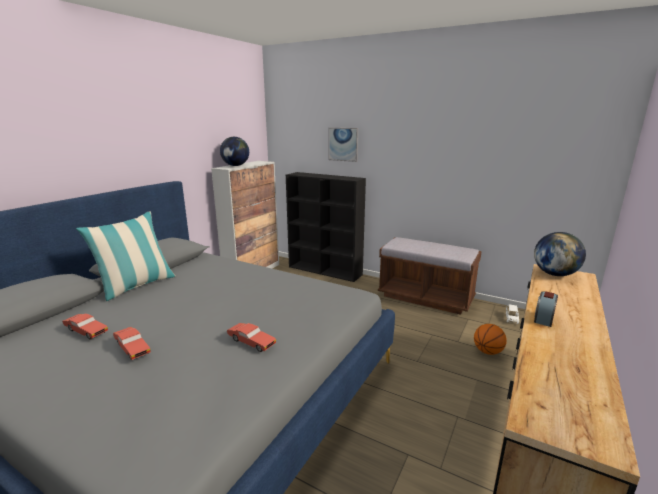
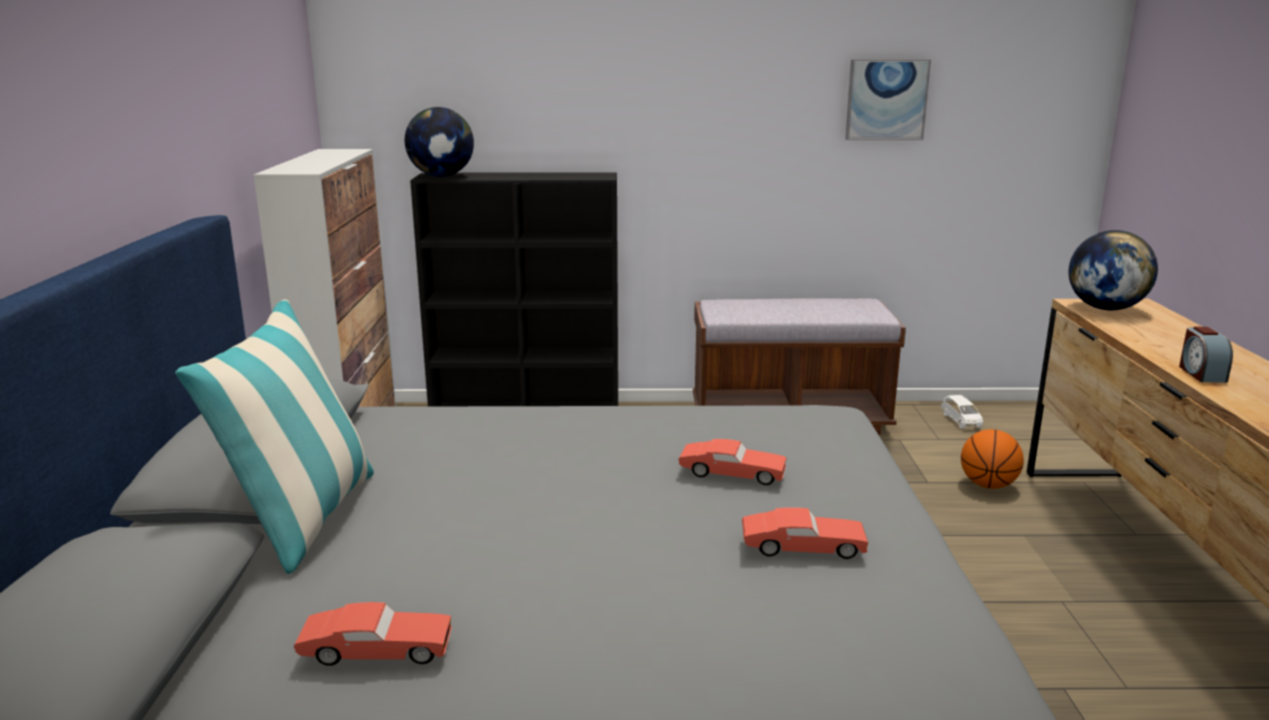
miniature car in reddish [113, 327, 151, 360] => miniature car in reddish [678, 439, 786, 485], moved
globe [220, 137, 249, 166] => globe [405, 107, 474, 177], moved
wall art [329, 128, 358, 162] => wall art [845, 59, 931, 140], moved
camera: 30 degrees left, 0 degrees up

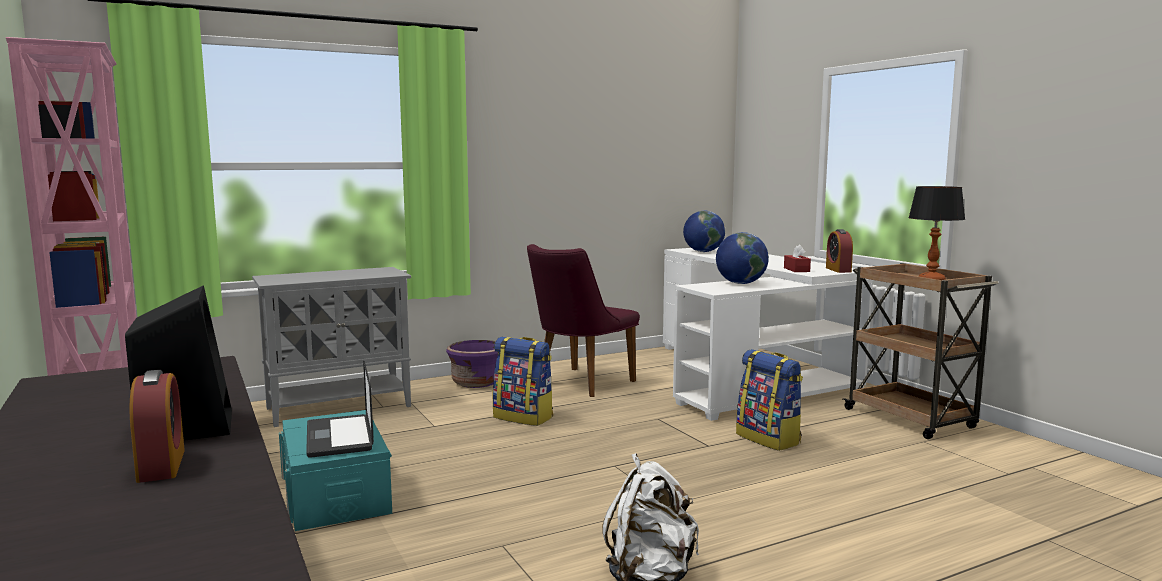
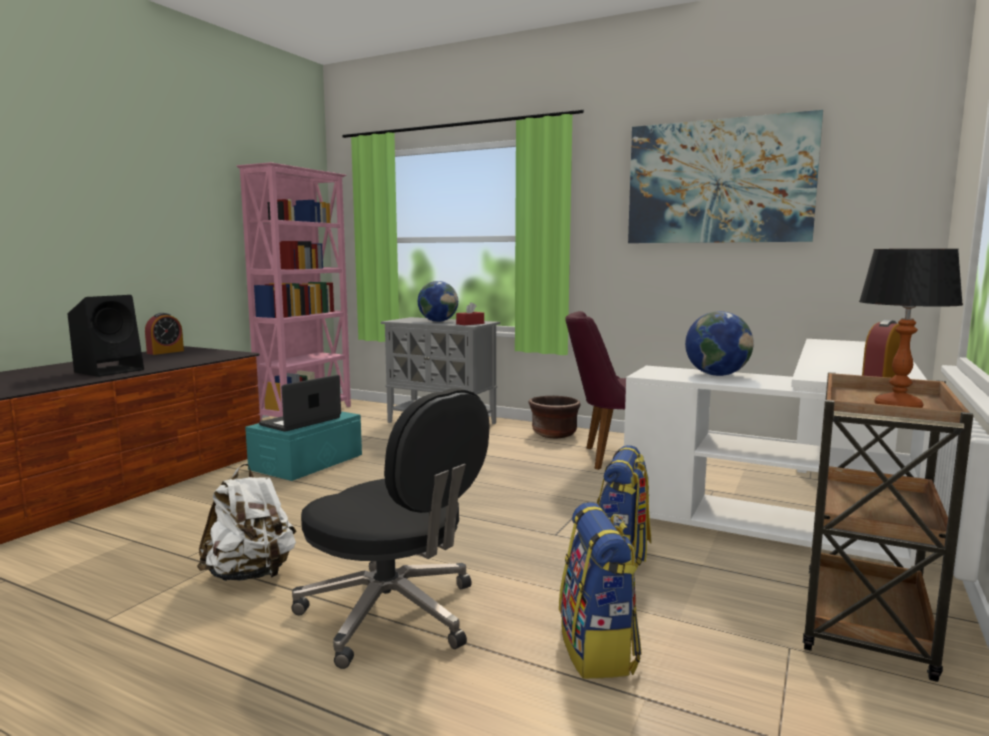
bedside clock [129, 370, 185, 483] => bedside clock [145, 313, 184, 355], moved
plant pot in purple [446, 340, 498, 388] => plant pot in brown [528, 396, 581, 438]
backpack [493, 337, 553, 426] => backpack [559, 502, 642, 679], moved
globe [683, 211, 725, 252] => globe [418, 281, 458, 322], moved
box of tissues in reddish [784, 244, 811, 272] => box of tissues in reddish [456, 302, 484, 325], moved
nothing => office chair in blackish [291, 388, 490, 669]
nothing => wall art [628, 110, 823, 243]
camera: 55 degrees right, 0 degrees up

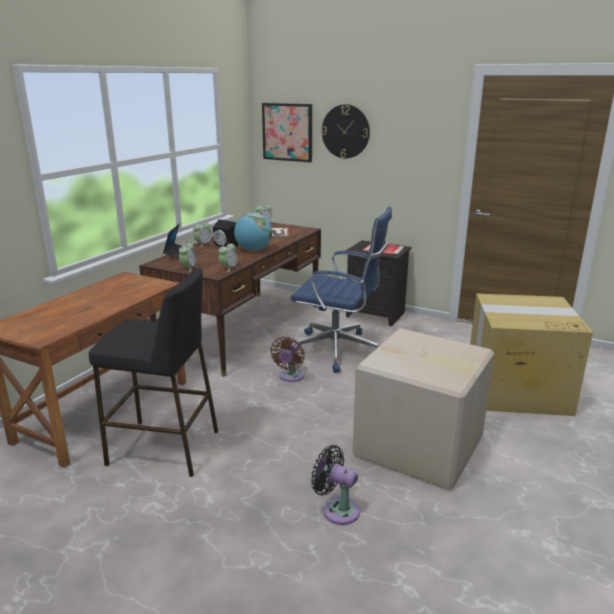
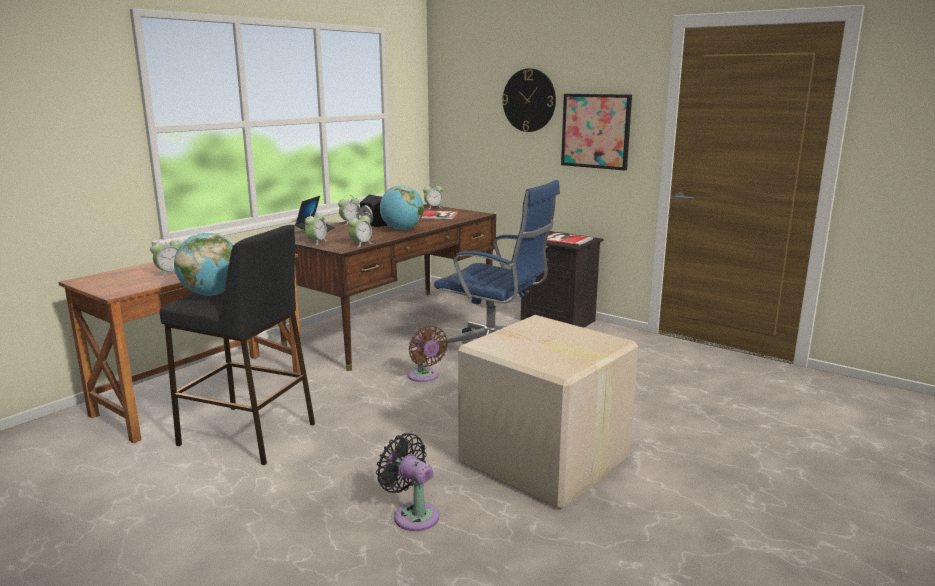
wall art [262, 103, 312, 162] => wall art [561, 94, 632, 170], moved
cooling fan in brown [271, 337, 305, 382] => cooling fan in brown [408, 326, 448, 382], 60 degrees counterclockwise
cardboard box [470, 294, 593, 416] => nothing
nothing => bedside clock [150, 236, 182, 278]
nothing => globe [174, 233, 233, 296]
camera: 10 degrees right, 5 degrees down

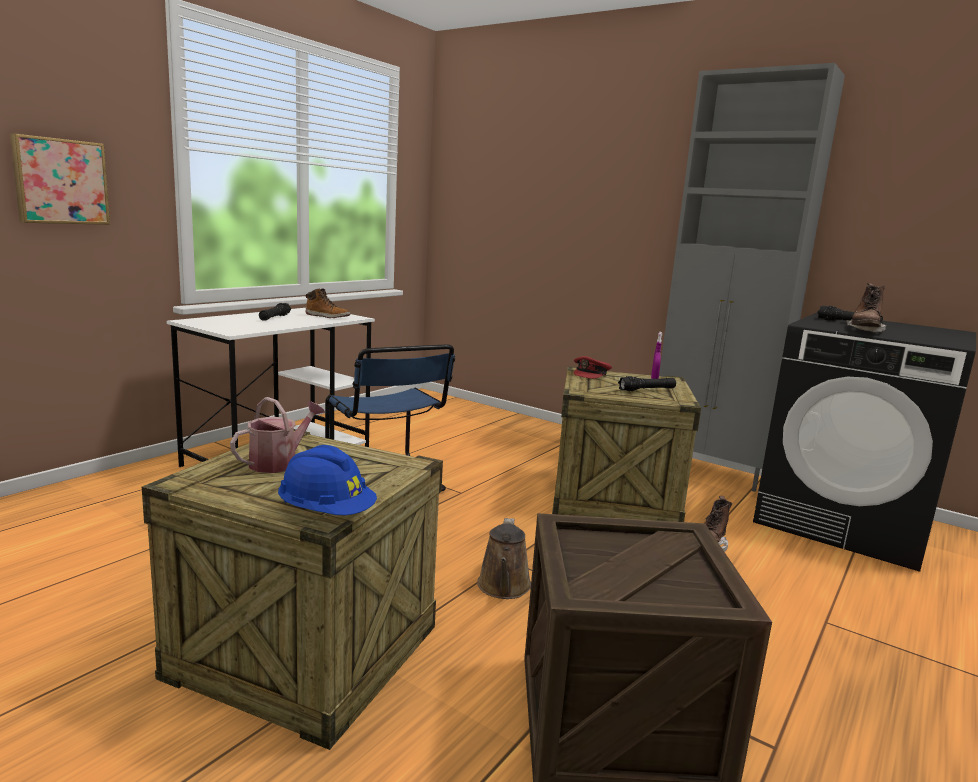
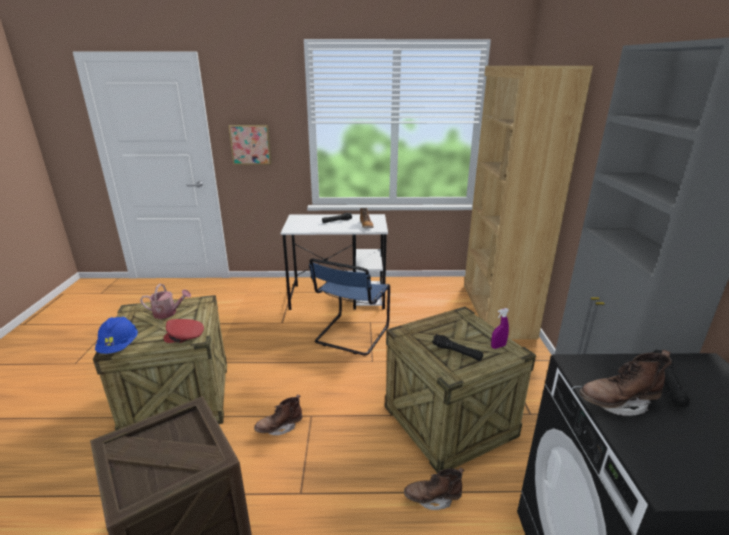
watering can in brown [477, 518, 531, 599] => boot in brown [254, 395, 302, 436]
baseball cap in reddish [573, 356, 612, 379] => baseball cap in reddish [163, 319, 204, 343], moved
nothing => bookshelf in brown [464, 66, 593, 339]
camera: 55 degrees right, 10 degrees up

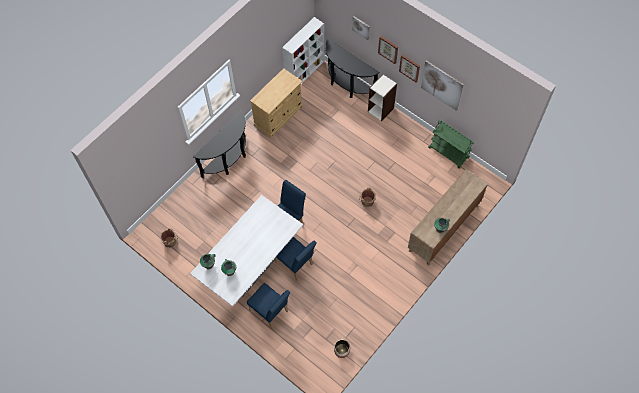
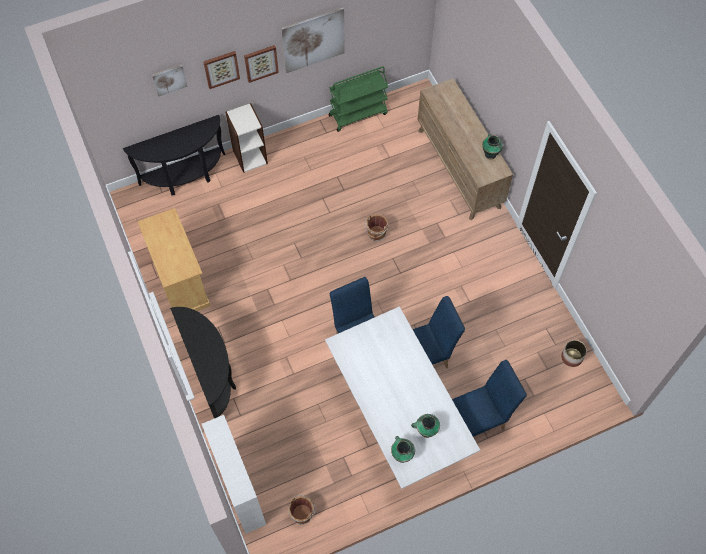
bookshelf in white-coloured [282, 17, 324, 84] => bookshelf in white-coloured [202, 415, 266, 534], moved
camera: 65 degrees left, 0 degrees up

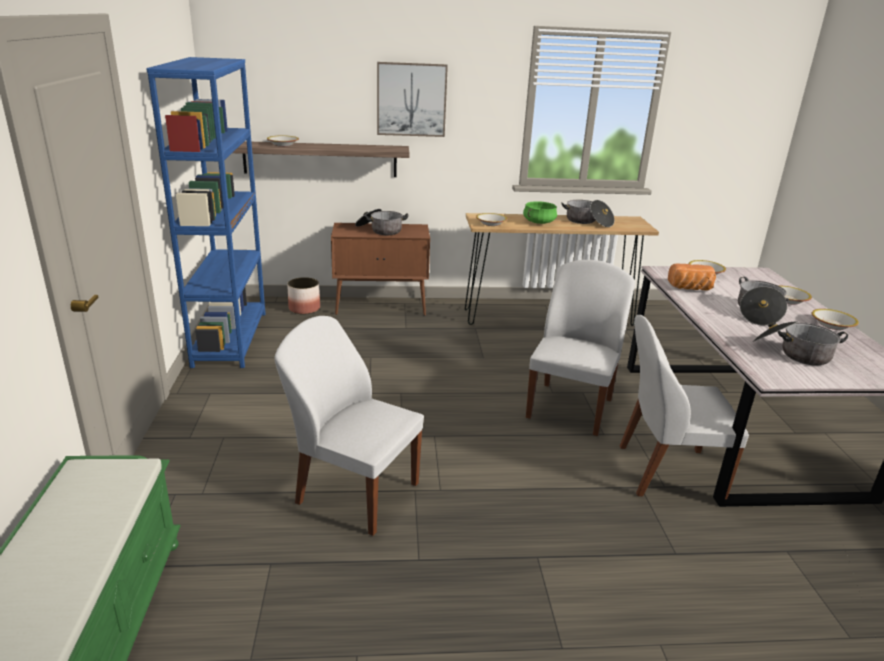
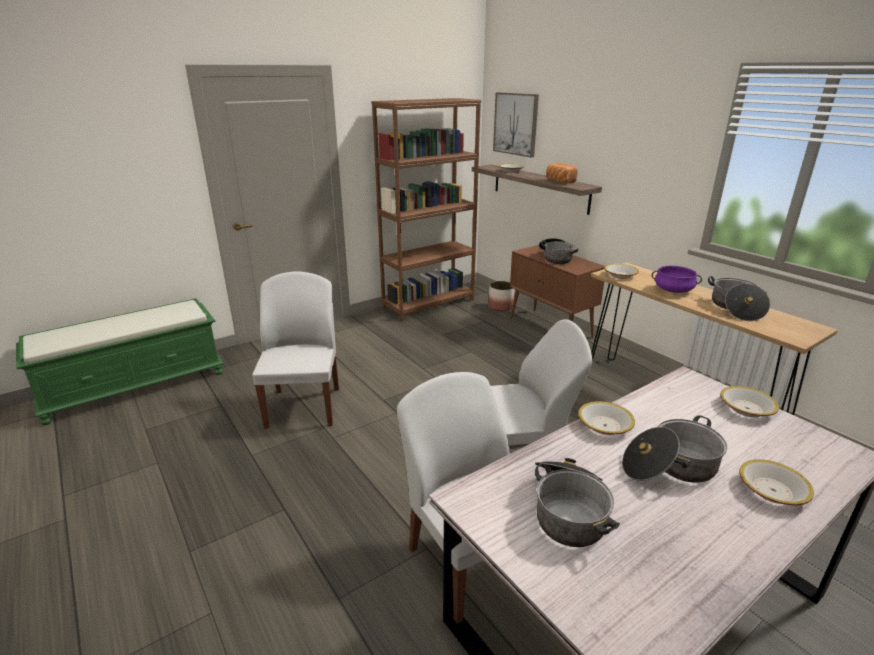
bookshelf in bluish [146, 57, 266, 368] => bookshelf in brown [371, 98, 481, 321]
wall art [377, 62, 448, 137] => wall art [493, 92, 539, 157], moved
stockpot in green-coloured [523, 201, 557, 224] => stockpot in purple [652, 266, 702, 293]
baked bread [668, 264, 716, 290] => baked bread [546, 162, 578, 183], moved
bowl [812, 309, 859, 330] => bowl [578, 401, 635, 435], moved
camera: 60 degrees right, 0 degrees up

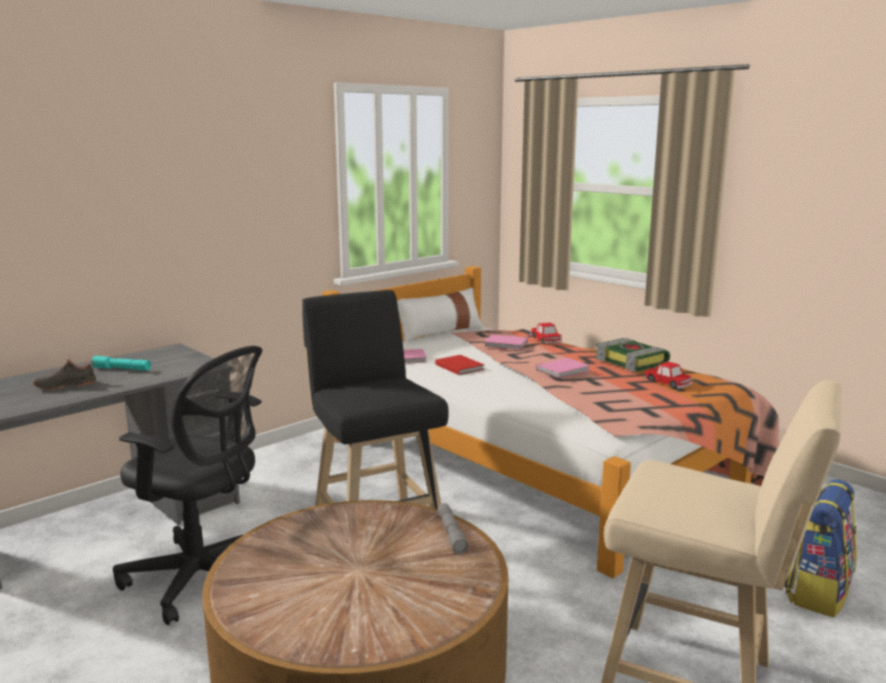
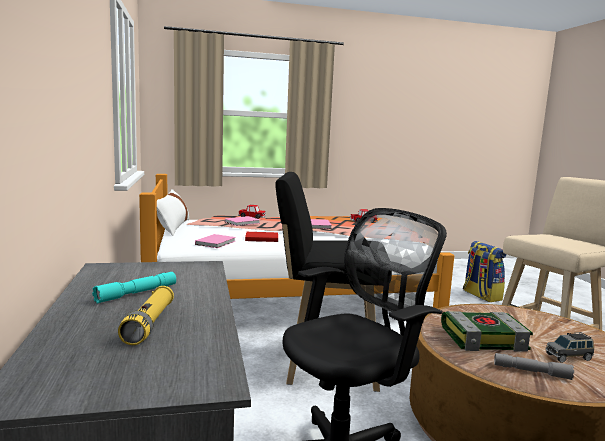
low shoe in blackish [33, 355, 96, 390] => hand torch in yellow-coloured [118, 286, 174, 345]
hand torch in gray [437, 503, 469, 554] => hand torch in gray [494, 353, 574, 380], moved
book [595, 338, 670, 372] => book [441, 311, 533, 352], moved
nothing => miniature car in gray [546, 332, 594, 363]
camera: 60 degrees left, 5 degrees down

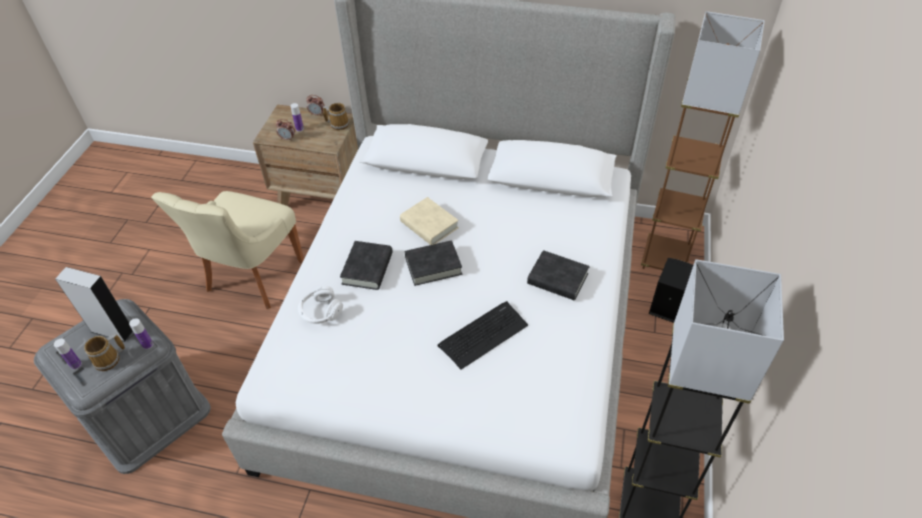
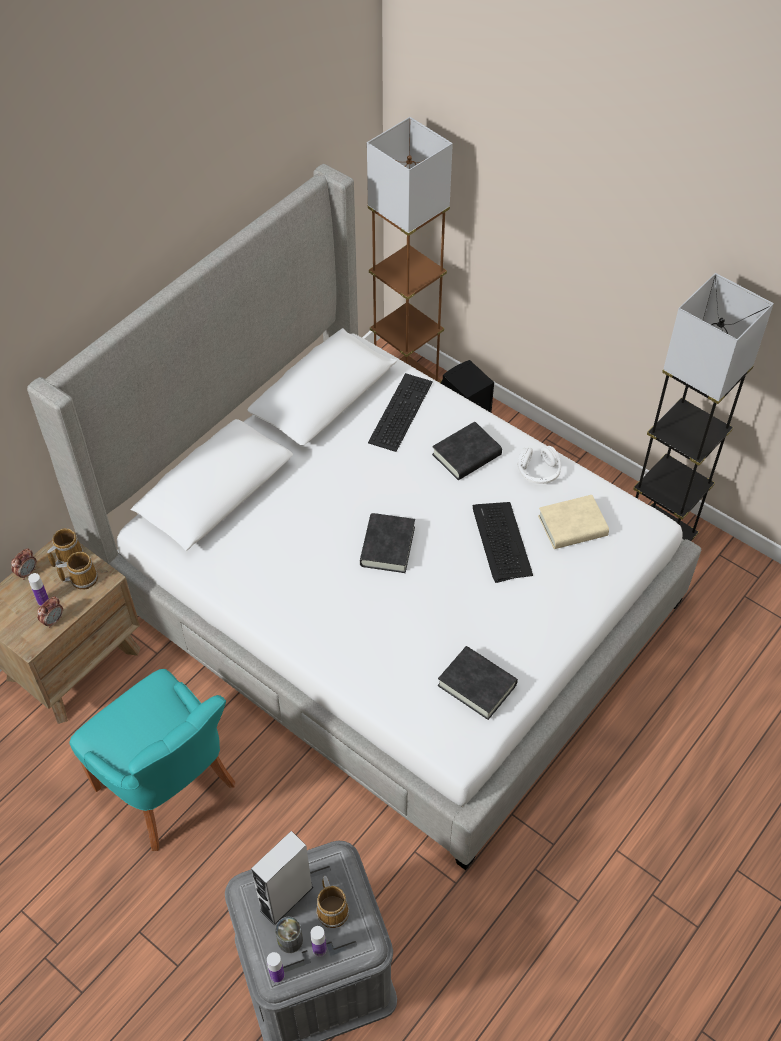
bottle [129, 318, 154, 349] => bottle [267, 952, 285, 983], moved
plain chair in sand-coloured [151, 191, 304, 309] => plain chair in turquoise-coloured [69, 669, 235, 851]
headphones in white-coloured [298, 286, 343, 324] => headphones in white-coloured [517, 446, 561, 484], moved
book in blackish [340, 241, 393, 290] => book in blackish [438, 646, 518, 720], moved
book in sand-coloured [400, 197, 459, 245] => book in sand-coloured [538, 495, 609, 549], moved
nothing => mug [56, 552, 98, 590]
nothing => can [275, 916, 303, 953]
nothing => PC keyboard [368, 373, 433, 452]
camera: 65 degrees left, 5 degrees up

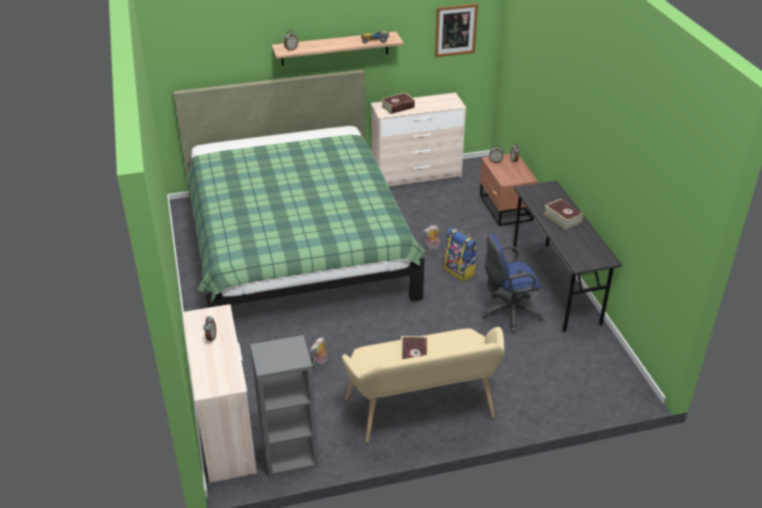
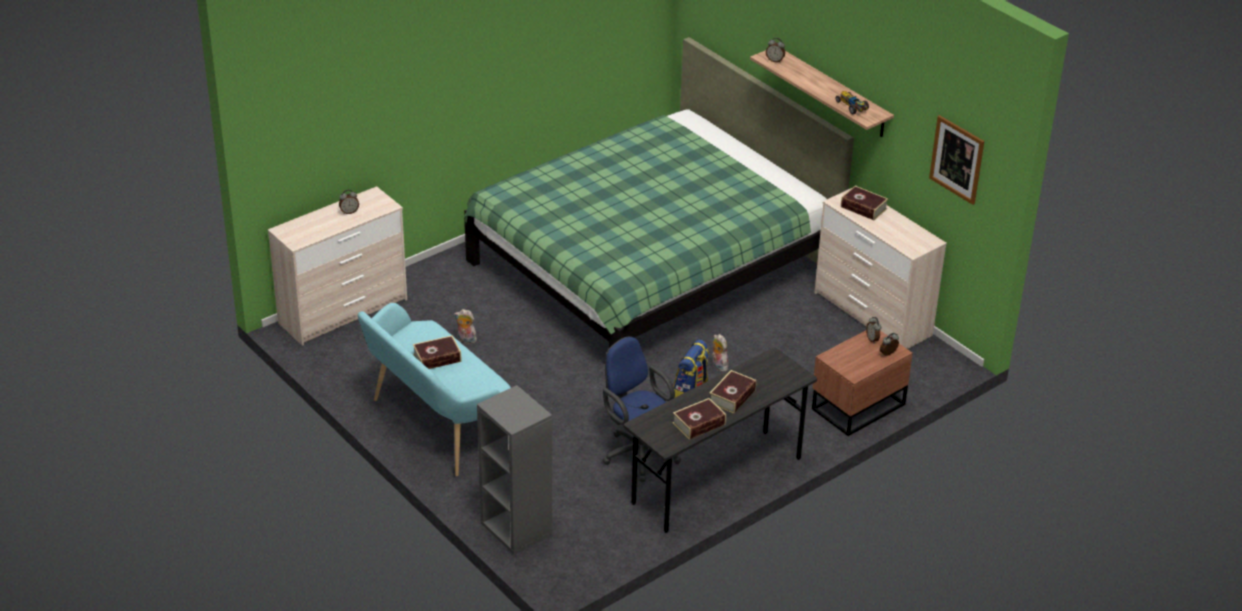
bookshelf in gray [250, 335, 319, 477] => bookshelf in gray [477, 385, 552, 554], moved
long seat in sand-coloured [342, 327, 504, 443] => long seat in turquoise-coloured [358, 303, 511, 476]
nothing => book [672, 398, 726, 440]
camera: 65 degrees right, 0 degrees up

